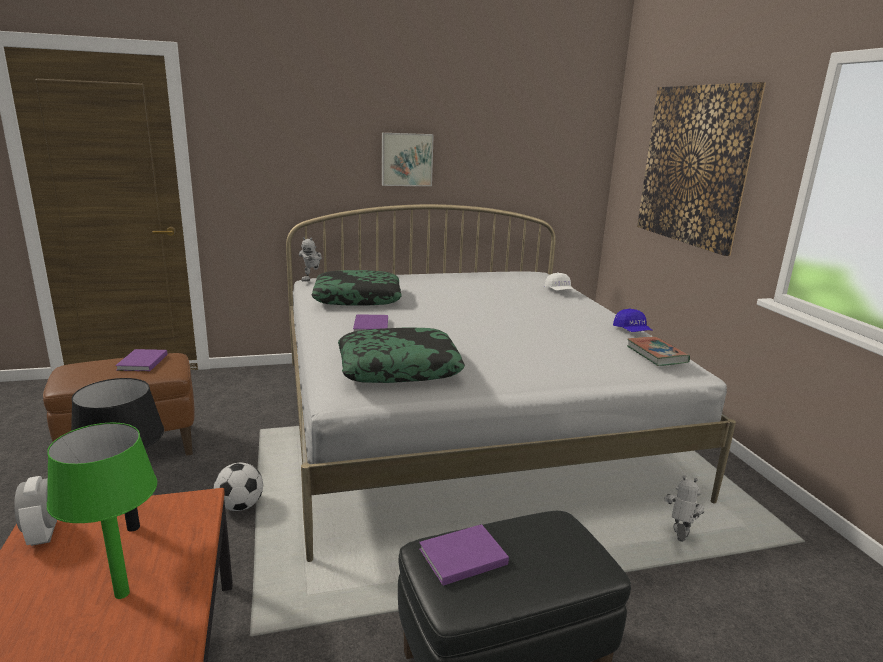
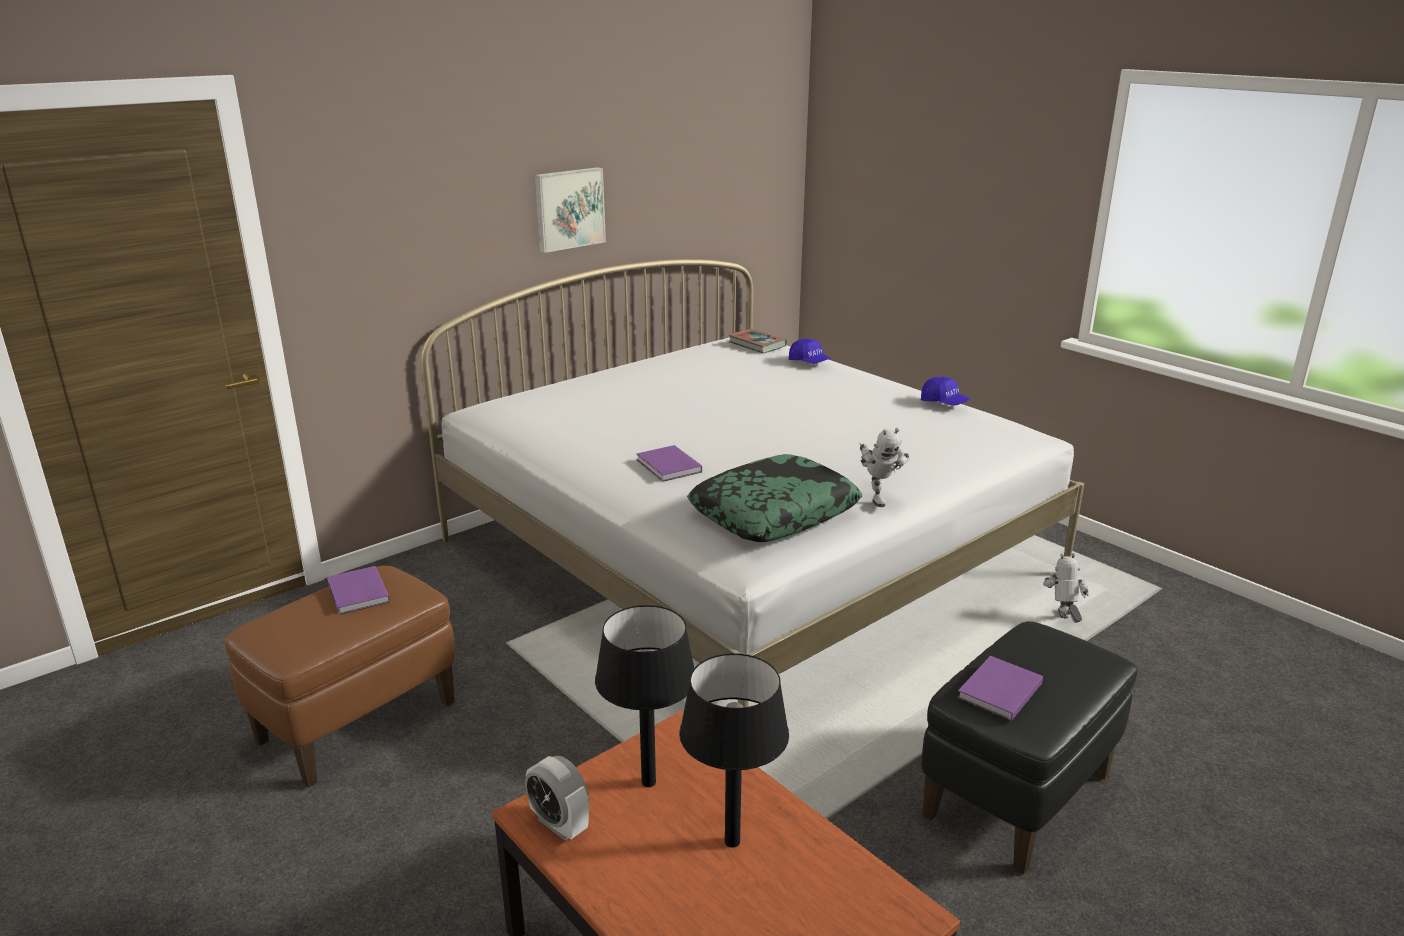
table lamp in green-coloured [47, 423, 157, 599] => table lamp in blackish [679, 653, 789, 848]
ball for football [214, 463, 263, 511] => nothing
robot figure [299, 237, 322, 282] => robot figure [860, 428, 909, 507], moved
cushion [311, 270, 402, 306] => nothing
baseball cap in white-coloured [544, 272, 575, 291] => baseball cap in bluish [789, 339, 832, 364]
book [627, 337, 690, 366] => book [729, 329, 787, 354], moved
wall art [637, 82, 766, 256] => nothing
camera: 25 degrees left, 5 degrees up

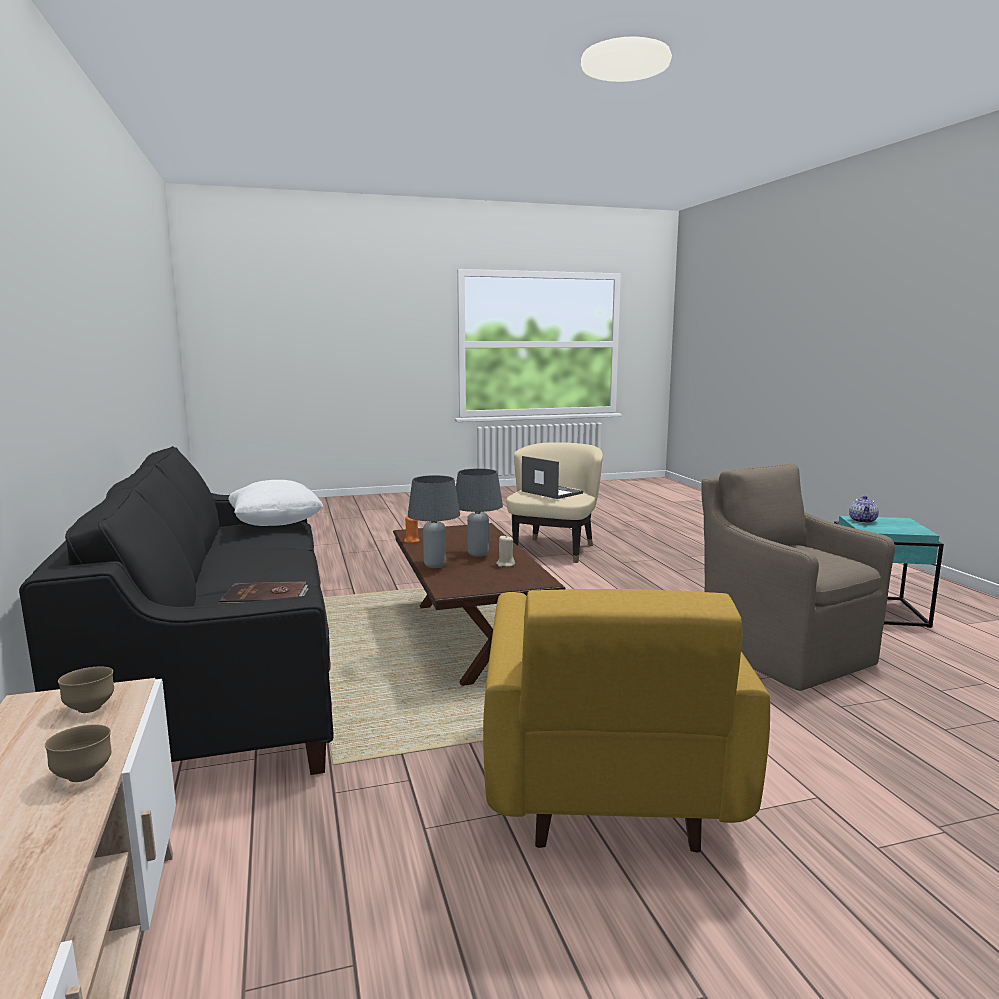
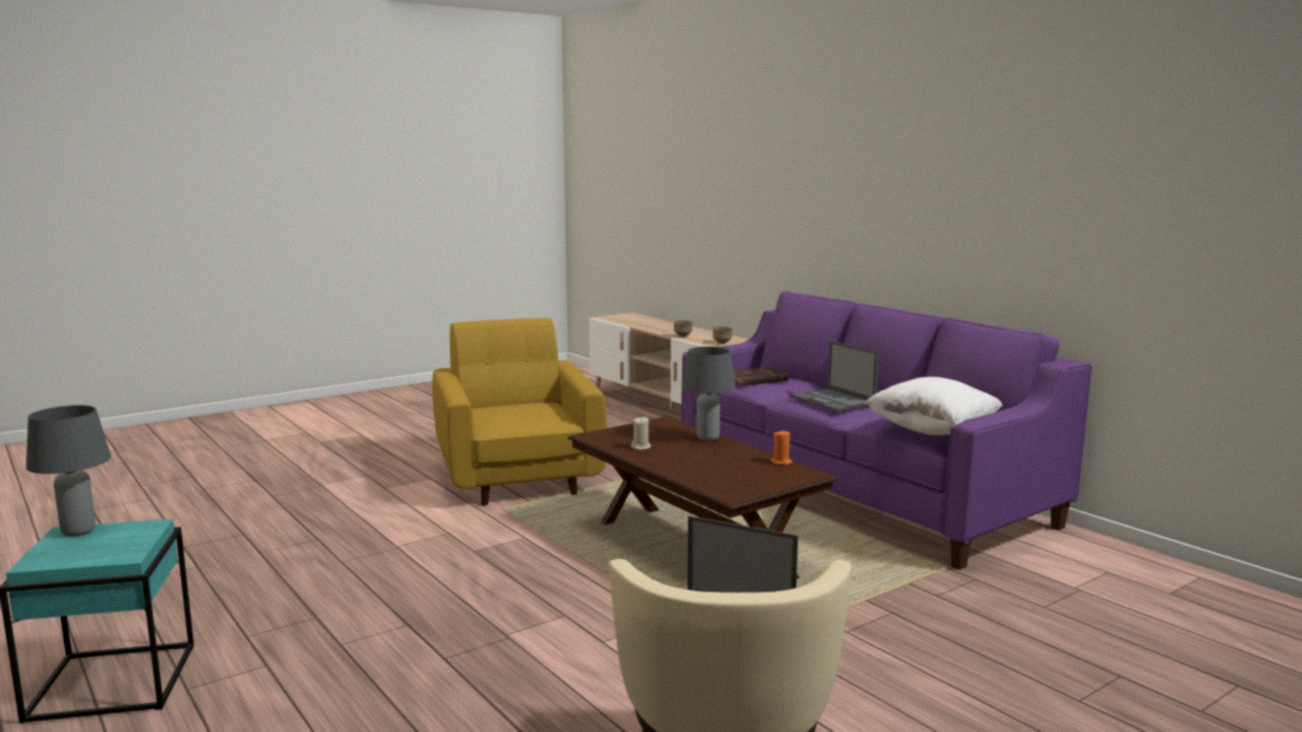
sofa in blackish [19, 446, 334, 775] => sofa in purple [681, 291, 1092, 570]
table lamp in gray [456, 468, 503, 557] => table lamp in gray [26, 405, 111, 537], moved
easy chair in brown [701, 464, 895, 691] => nothing
pot for tea [849, 496, 879, 523] => nothing
nothing => laptop [791, 341, 879, 412]
camera: 160 degrees right, 0 degrees up

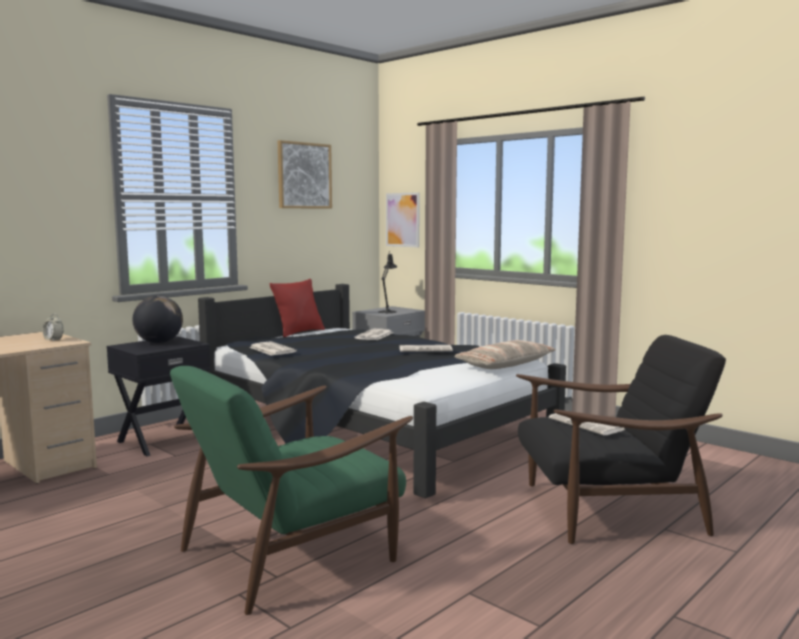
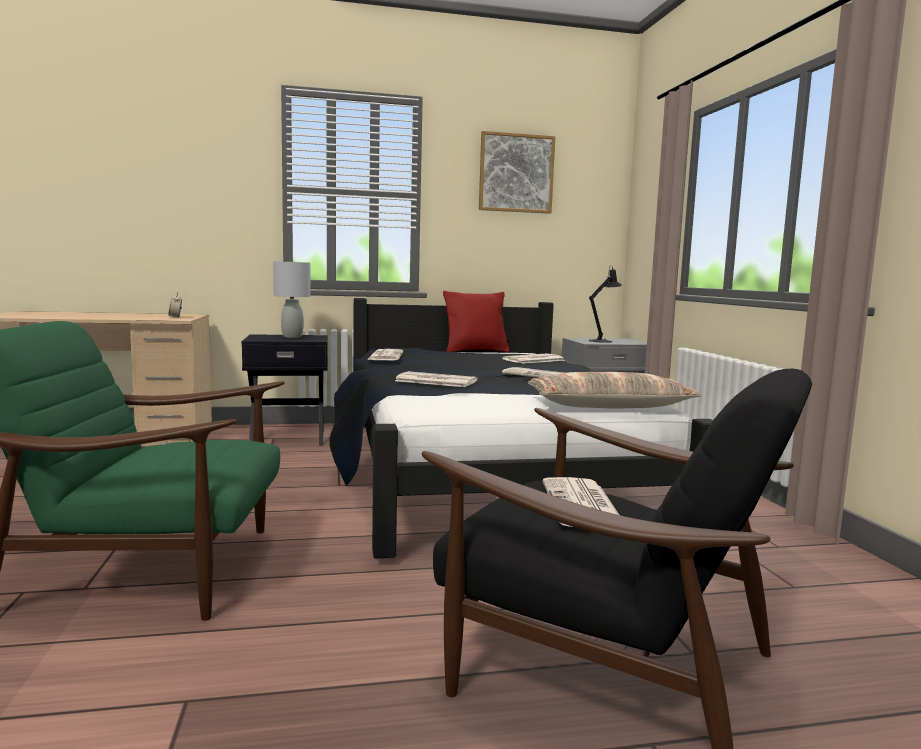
globe [132, 296, 183, 343] => table lamp in gray [273, 261, 311, 338]
wall art [386, 192, 420, 248] => nothing
nothing => printed paper [395, 371, 477, 387]
camera: 35 degrees right, 0 degrees up

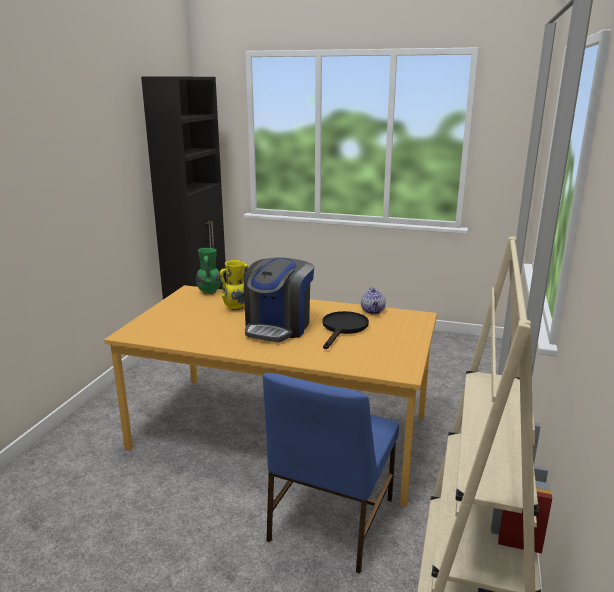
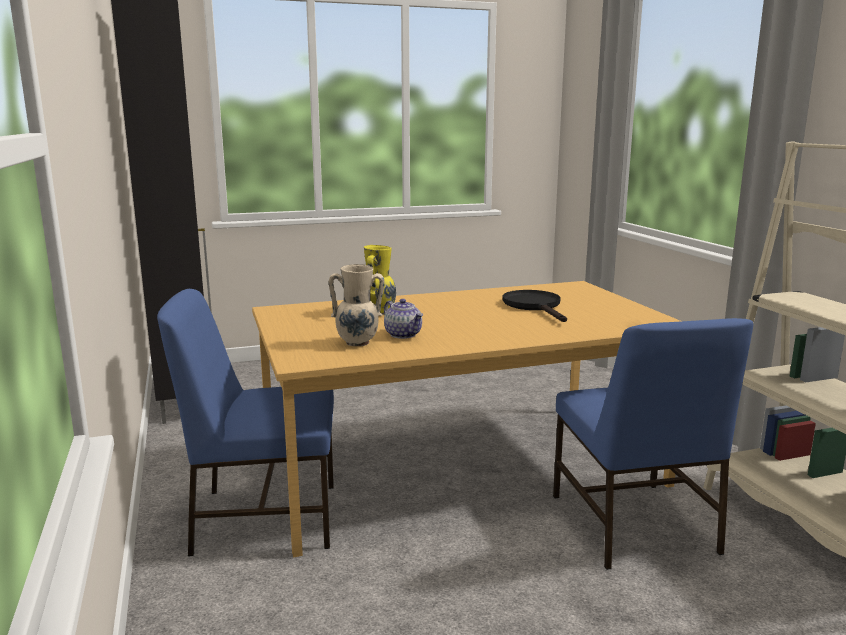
decorative vase in green-coloured [196, 248, 221, 294] => nothing
coffee brewer [244, 258, 314, 342] => nothing
pot for tea [361, 287, 386, 314] => pot for tea [384, 299, 423, 339], moved
nothing => plain chair in bluish [157, 289, 334, 556]
nothing => decorative vase in sand-coloured [329, 264, 385, 346]
camera: 35 degrees left, 5 degrees down

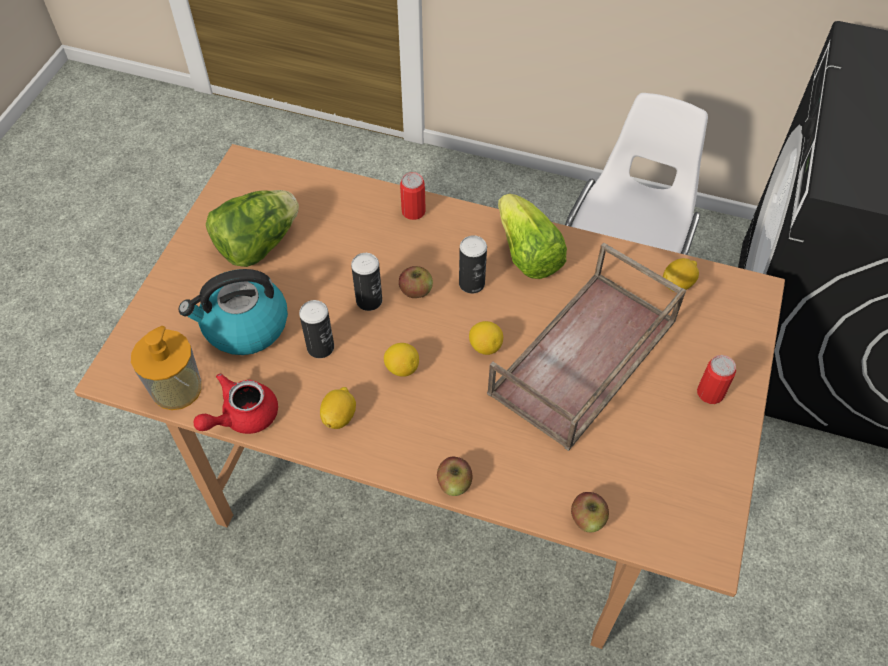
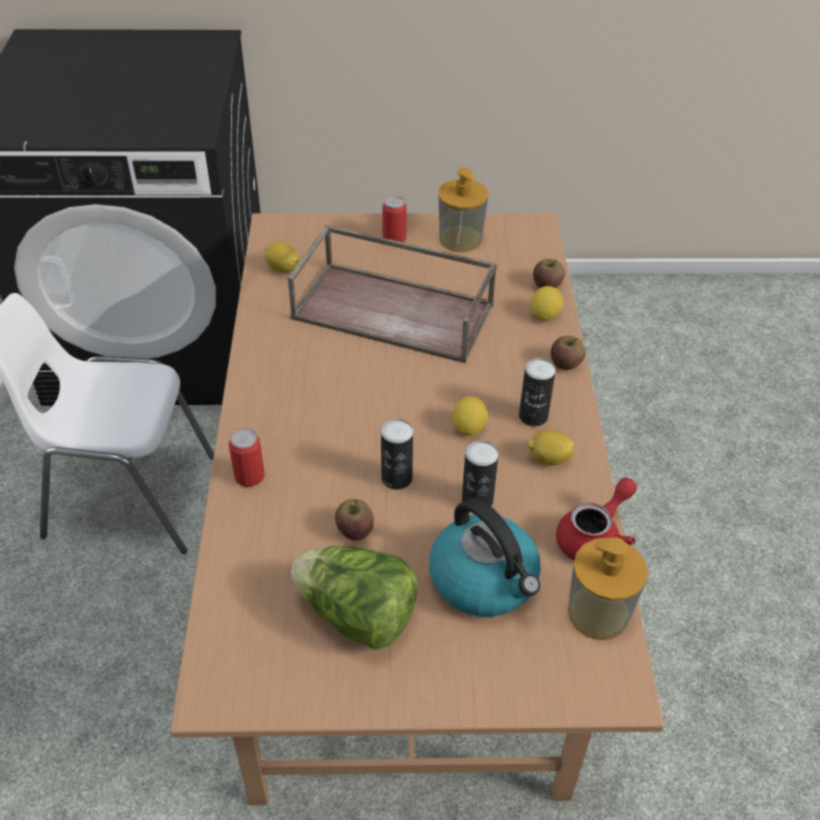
pot for tea in reddish [193, 373, 278, 434] => pot for tea in reddish [556, 477, 637, 560], 75 degrees counterclockwise
whole apple [399, 266, 433, 298] => whole apple [335, 499, 374, 540], moved
can [459, 235, 487, 294] => can [519, 358, 556, 426], moved
lemon [469, 321, 503, 355] => lemon [531, 286, 563, 321], moved
head of lettuce [498, 193, 567, 279] => nothing
nothing => soap bottle [438, 167, 488, 252]
camera: 110 degrees left, 10 degrees down

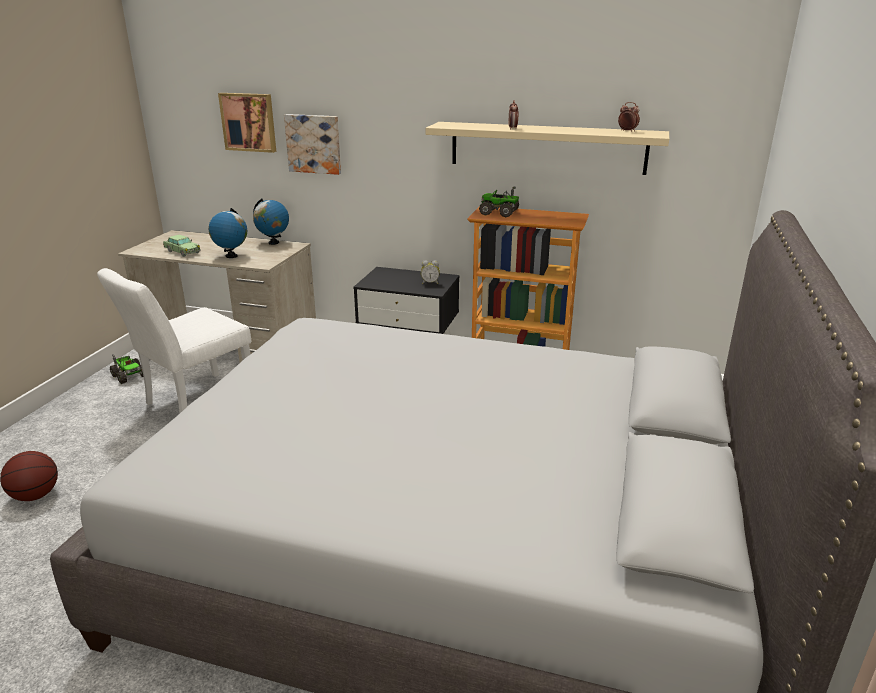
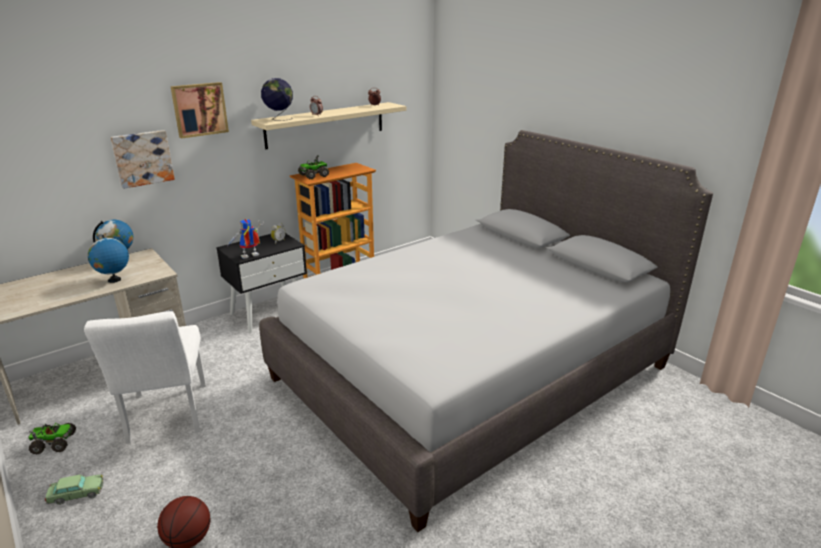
miniature car [163, 235, 201, 257] => miniature car [45, 474, 104, 505], moved
wall art [218, 93, 276, 153] => wall art [170, 82, 229, 139], moved
nothing => robot figure [228, 219, 264, 259]
nothing => globe [261, 78, 293, 121]
camera: 55 degrees left, 0 degrees up

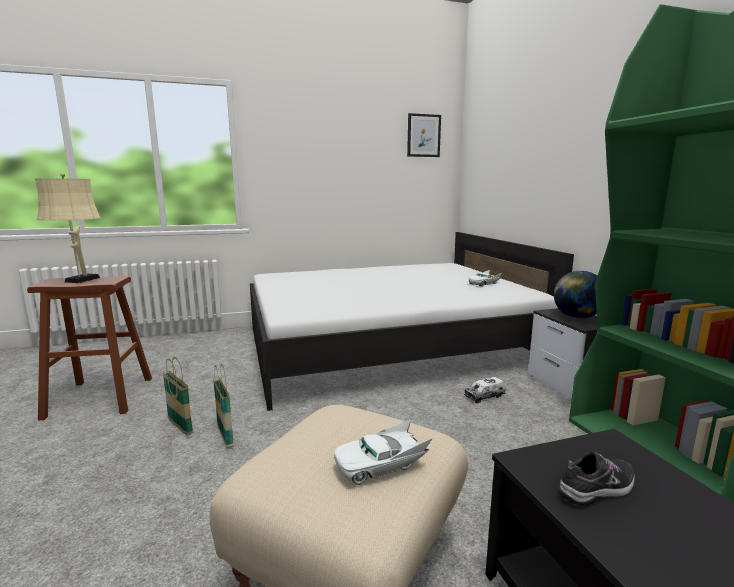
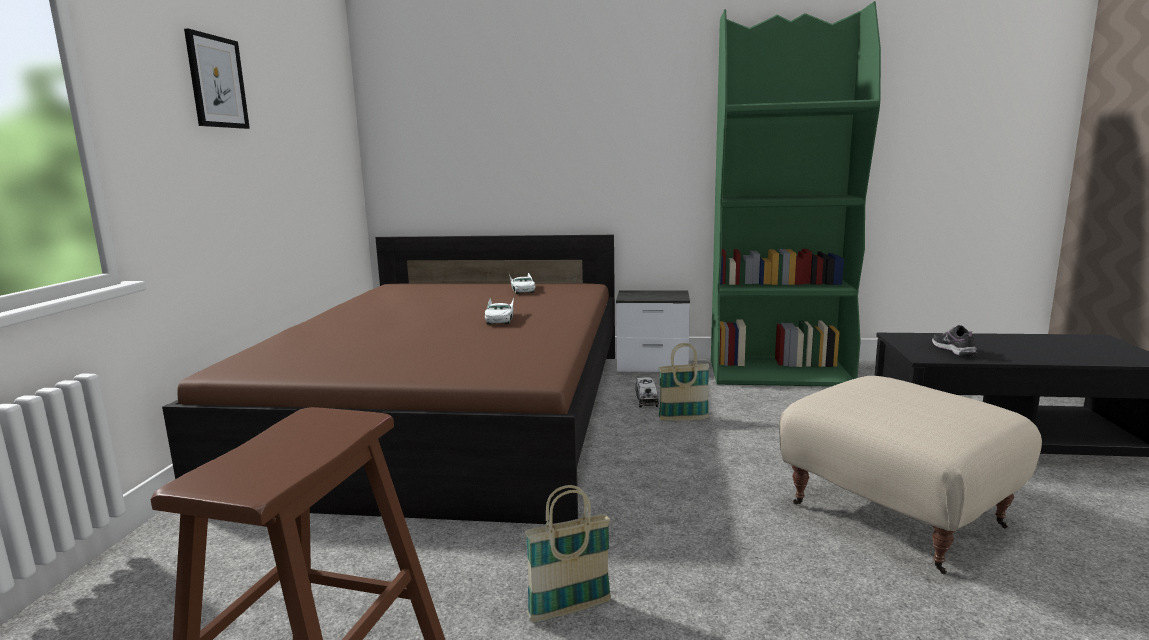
table lamp in sand-coloured [35, 173, 101, 283] => nothing
storage basket [213, 364, 234, 448] => storage basket [658, 343, 710, 421], moved
bed in white-coloured [250, 232, 574, 411] => bed in brown [162, 235, 615, 524]
miniature car in white-coloured [334, 419, 433, 485] => miniature car in white-coloured [485, 297, 514, 324], moved
wall art [407, 113, 441, 157] => wall art [184, 29, 250, 129], moved
globe [554, 271, 597, 319] => nothing
camera: 65 degrees left, 0 degrees up

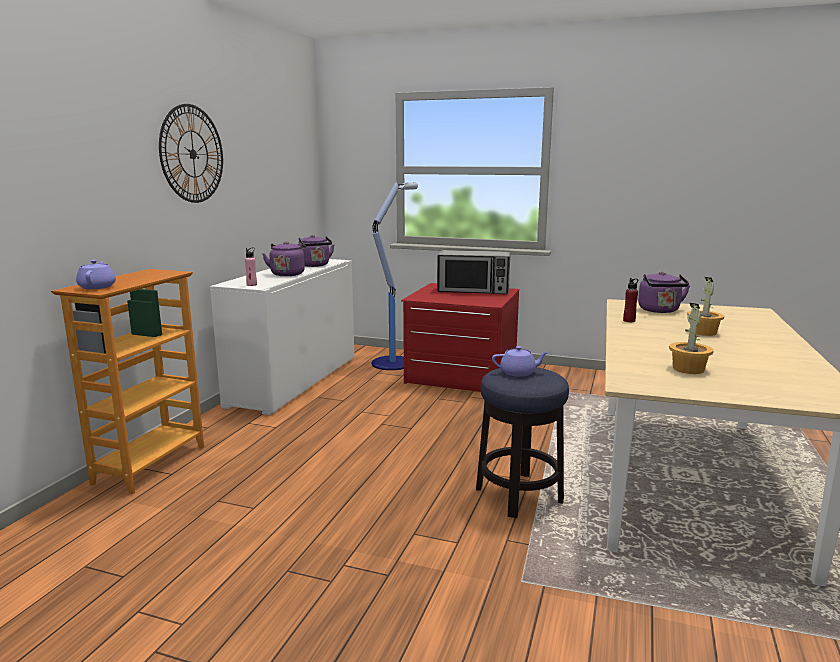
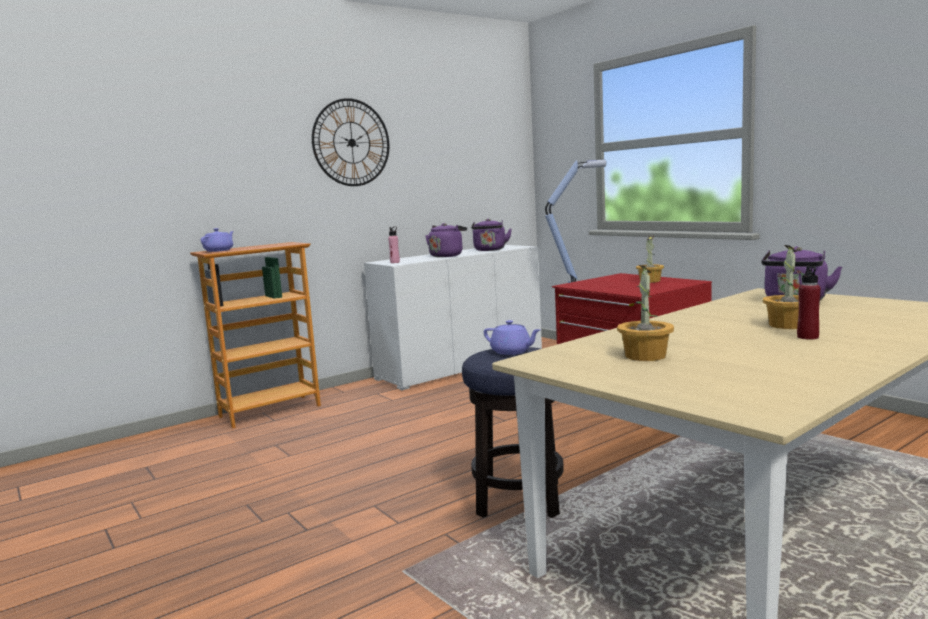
kitchen microwave [437, 250, 510, 294] => potted plant [636, 236, 664, 283]
bottle in reddish [623, 278, 638, 322] => bottle in reddish [797, 265, 821, 340], moved
camera: 35 degrees right, 5 degrees down

